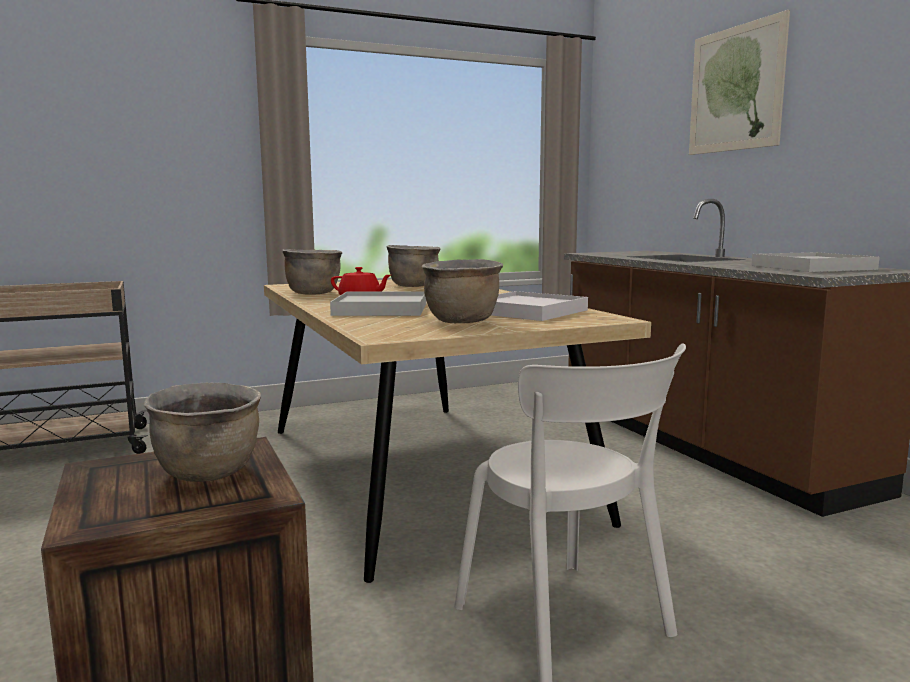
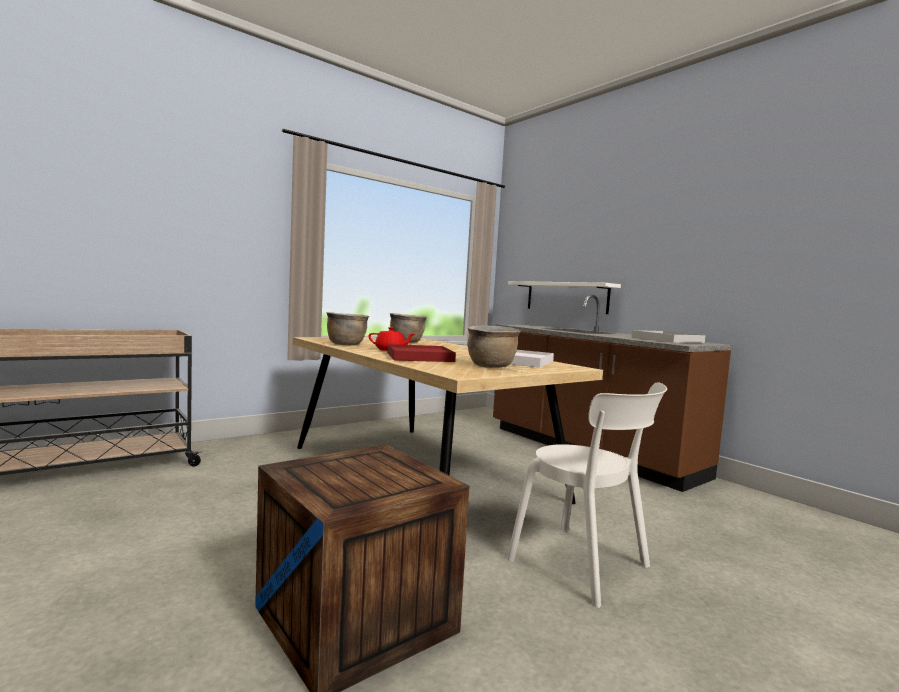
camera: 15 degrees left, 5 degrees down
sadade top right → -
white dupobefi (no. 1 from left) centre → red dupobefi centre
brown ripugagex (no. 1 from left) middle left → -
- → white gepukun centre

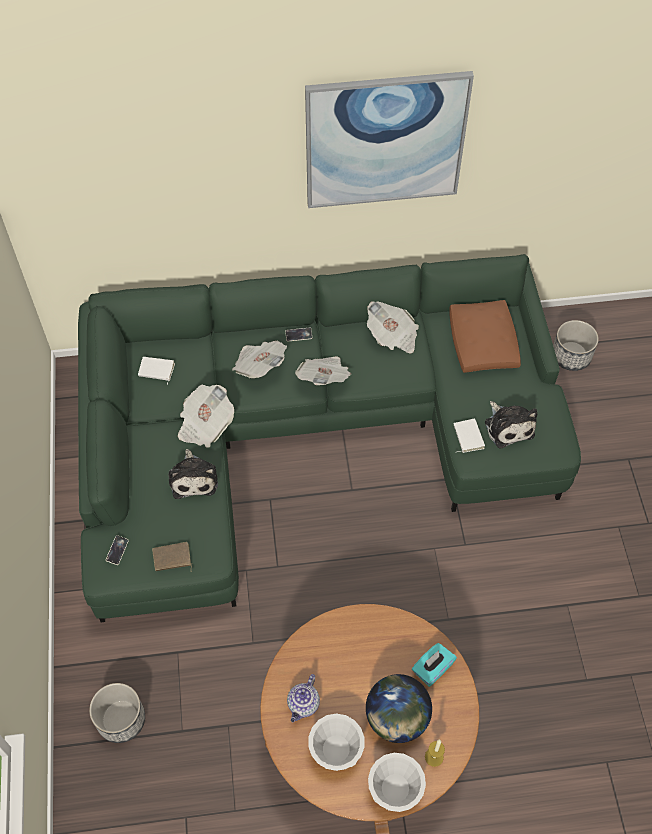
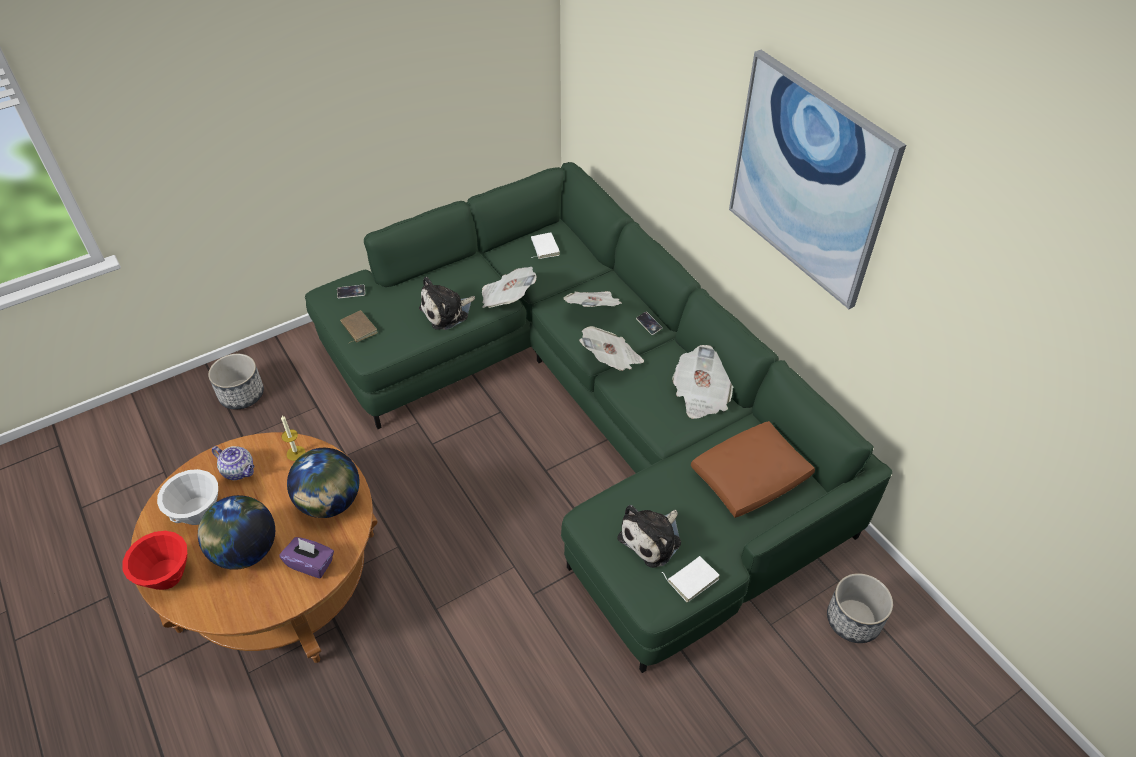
camera: 65 degrees right, 10 degrees down
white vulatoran (no. 2 from left) middle right → white vulatoran (no. 2 from left) bottom centre, relocated
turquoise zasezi bottom centre → purple zasezi bottom left
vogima bottom centre → vogima middle left, 150 degrees counterclockwise
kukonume bottom right → kukonume middle left, relocated
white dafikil (no. 2 from left) bottom centre → red dafikil bottom left
- → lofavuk (no. 2 from left) middle left

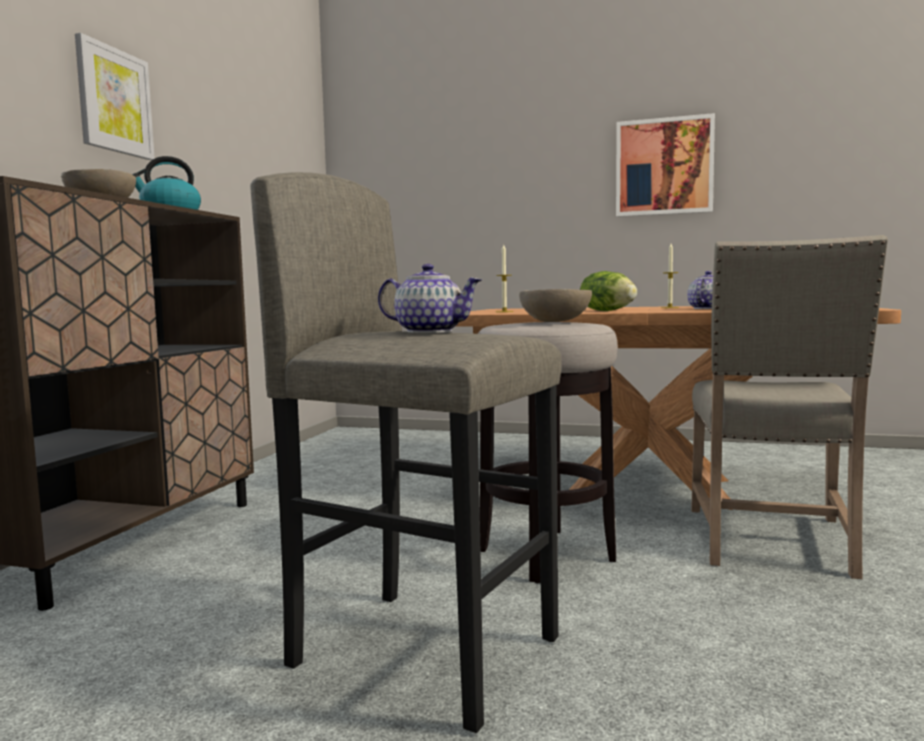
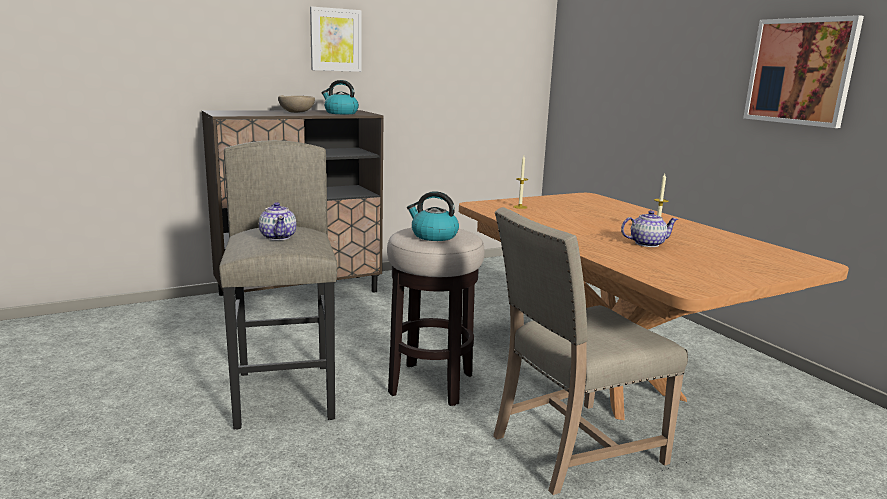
camera: 45 degrees right, 10 degrees up
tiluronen centre → -
beige dafikil (no. 2 from left) centre → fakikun (no. 2 from left) centre

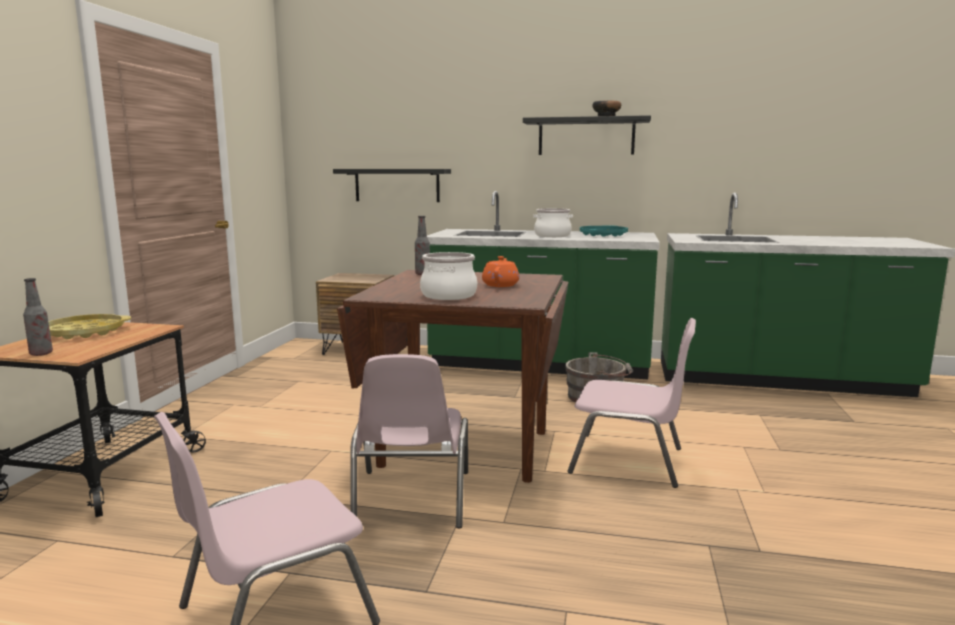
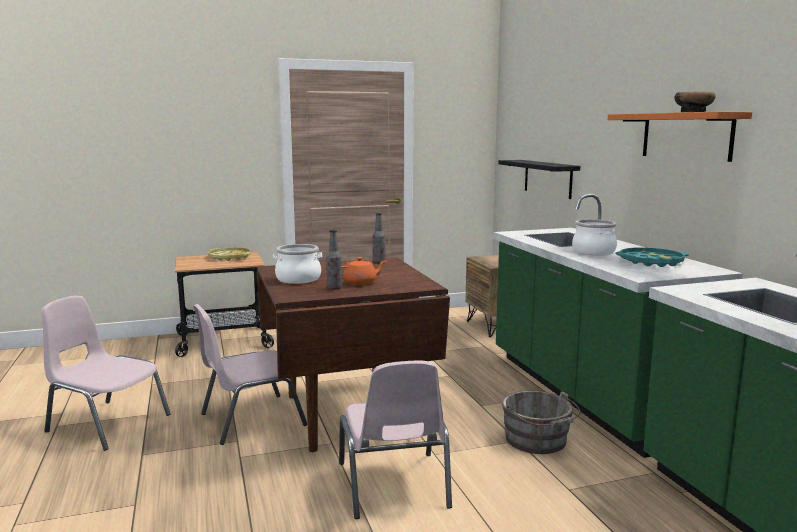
camera: 60 degrees right, 0 degrees up
black gepukun (no. 2 from left) top centre → orange gepukun top right
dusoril (no. 1 from left) middle left → dusoril (no. 1 from left) centre, relocated

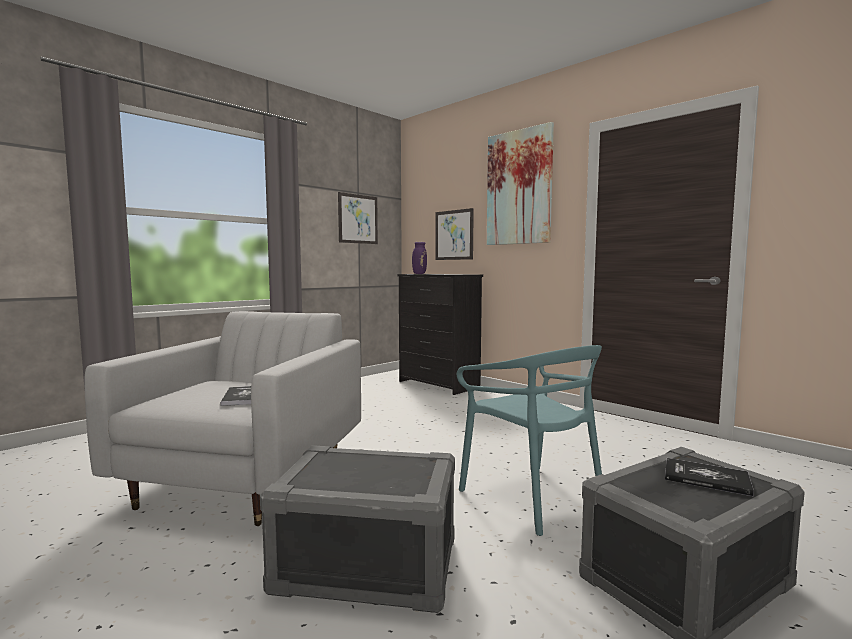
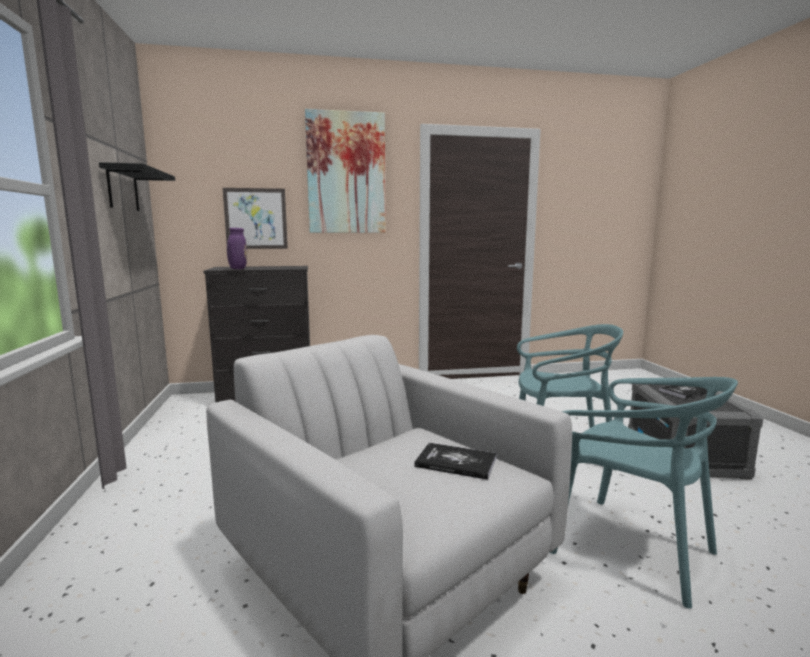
camera: 55 degrees left, 5 degrees up
sadade (no. 1 from left) centre → black gepukun top left
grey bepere (no. 1 from left) bottom centre → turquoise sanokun (no. 2 from left) bottom right

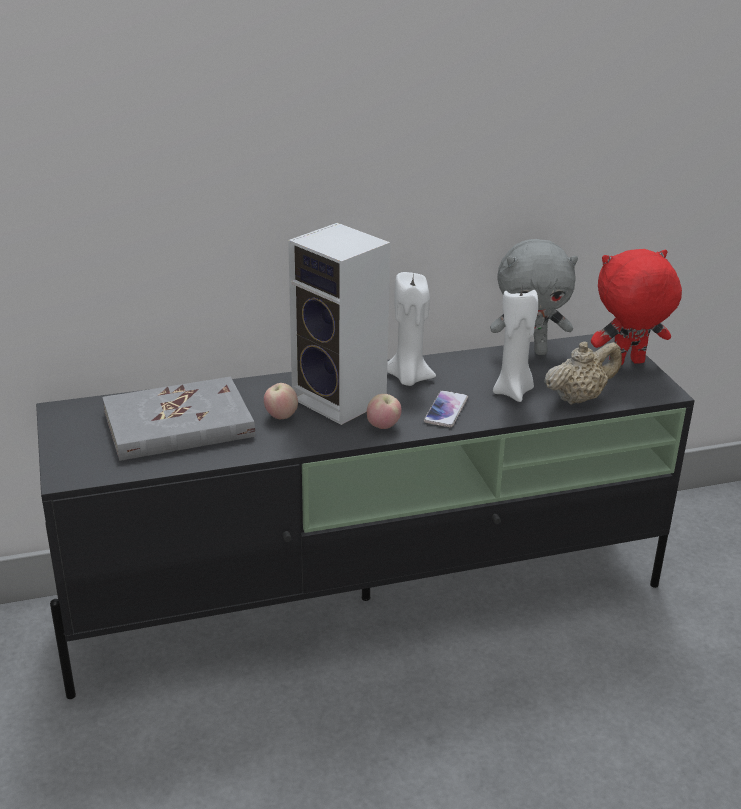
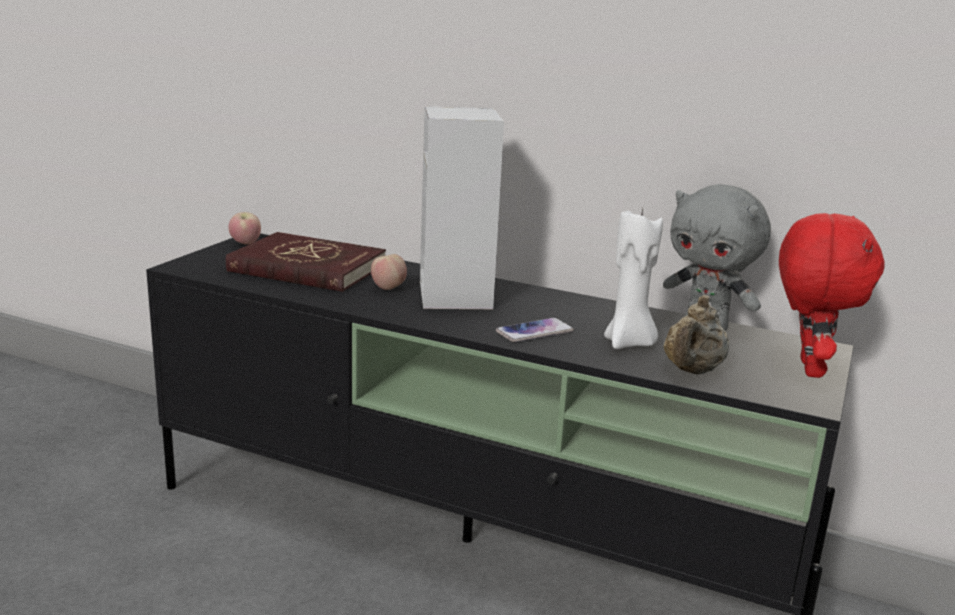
camera: 40 degrees right, 10 degrees down
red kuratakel middle right, 75 degrees clockwise
white kukonume (no. 1 from left) centre → -
beige vogima middle right, 105 degrees clockwise
grey vulatoran middle left → red vulatoran middle left
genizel (no. 2 from left in the first image) centre → genizel (no. 1 from left) middle left, relocated

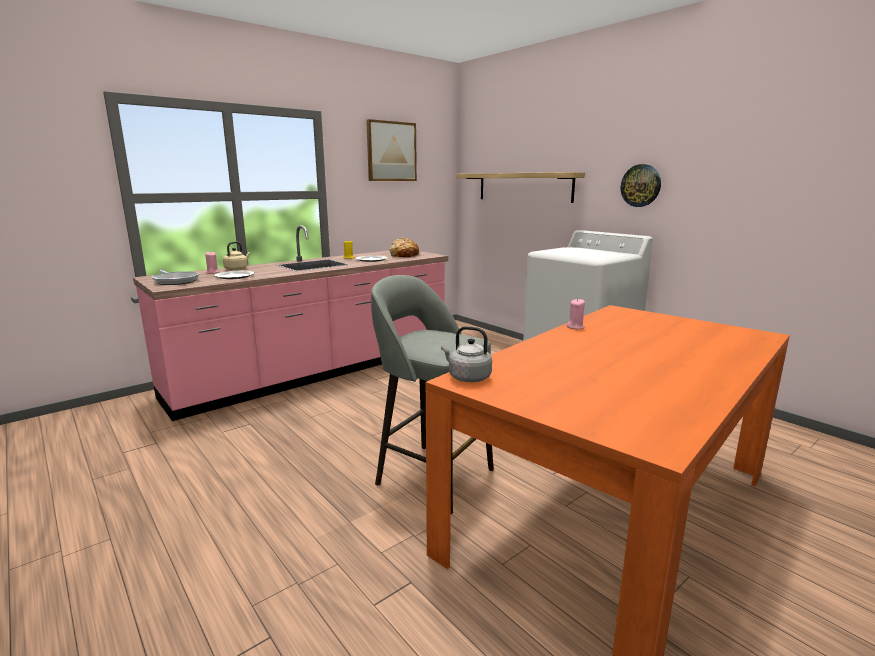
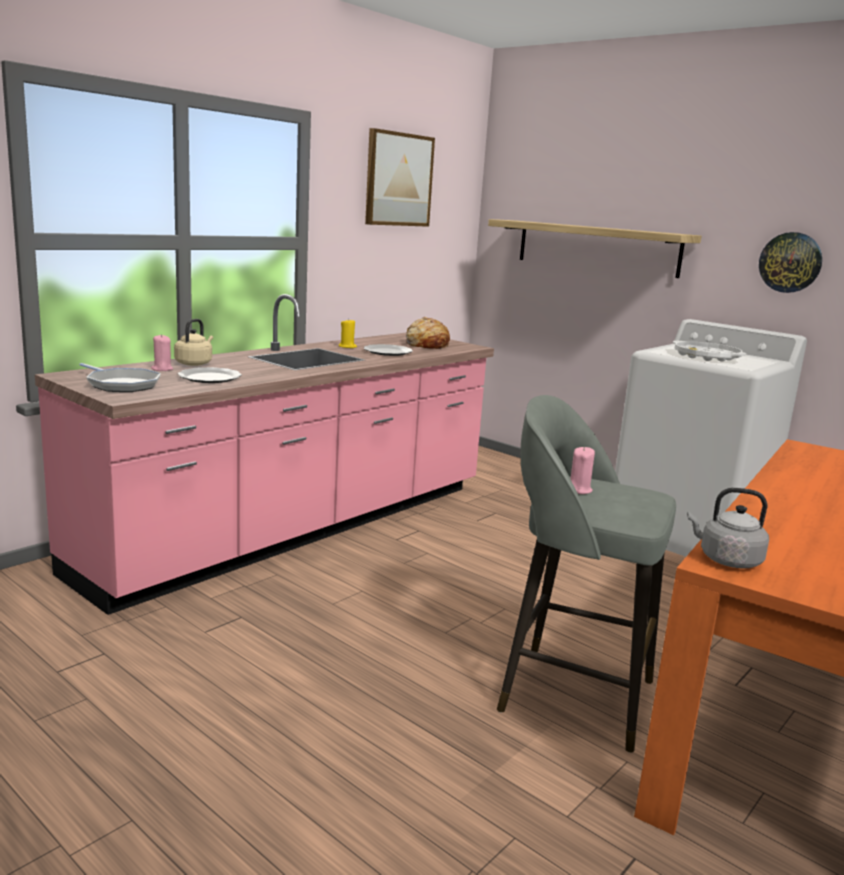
camera: 10 degrees left, 0 degrees up
pink kukonume (no. 2 from left) centre → pink kukonume (no. 2 from left) middle right, relocated
- → white dupobefi middle right

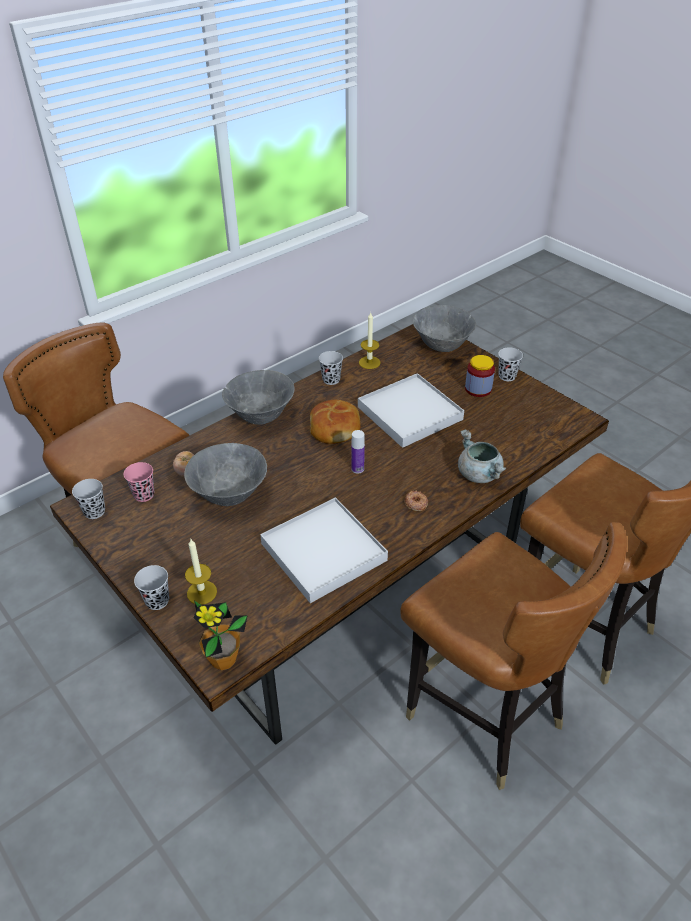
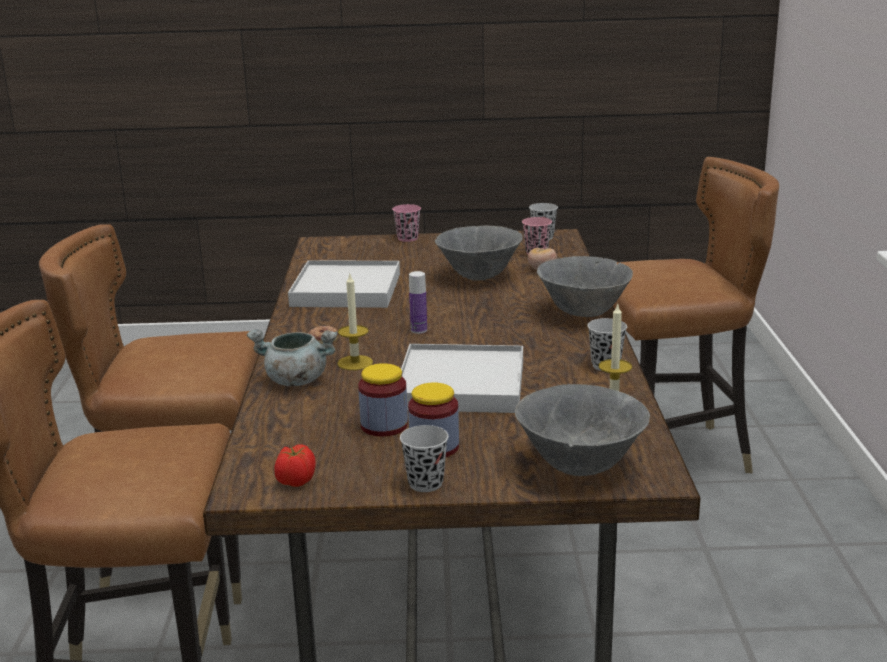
camera: 130 degrees right, 20 degrees down
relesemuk centre → -
kukonume (no. 1 from left) middle left → kukonume (no. 1 from left) centre, relocated
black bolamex (no. 2 from left) middle left → pink bolamex (no. 1 from left) centre
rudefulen bottom left → -
- → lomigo (no. 1 from left) centre
- → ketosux (no. 1 from left) bottom left

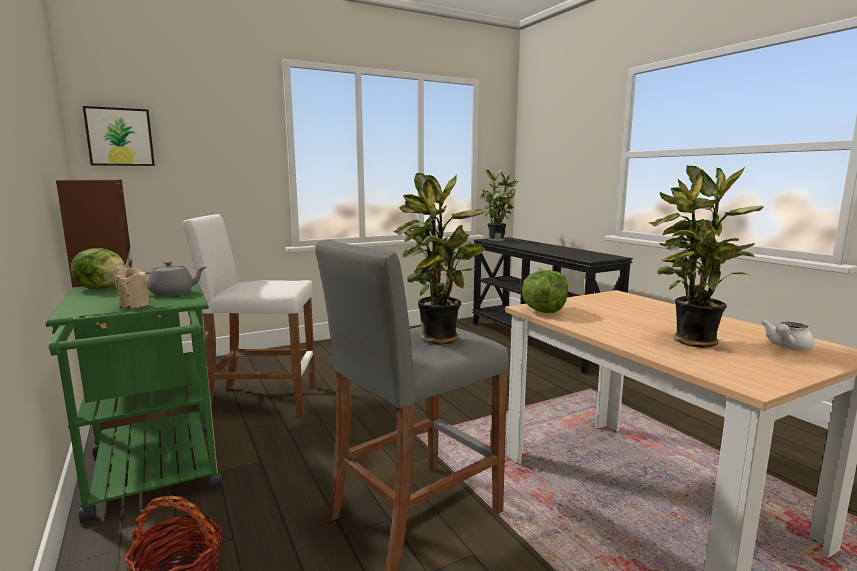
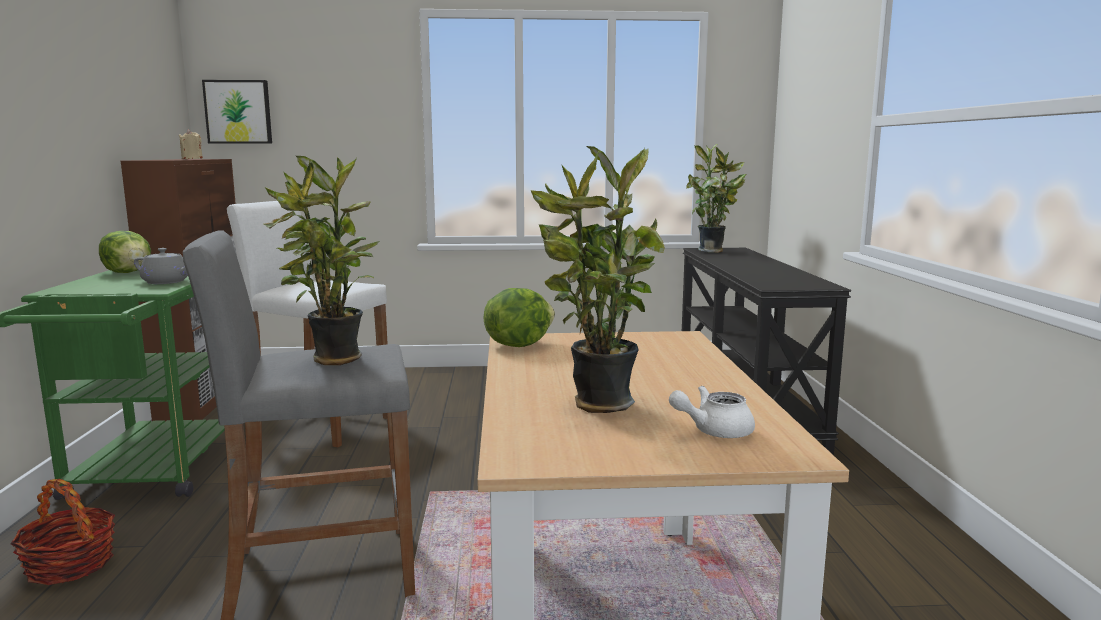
camera: 25 degrees right, 0 degrees up
beige kukonume middle left → beige kukonume top left, relocated

